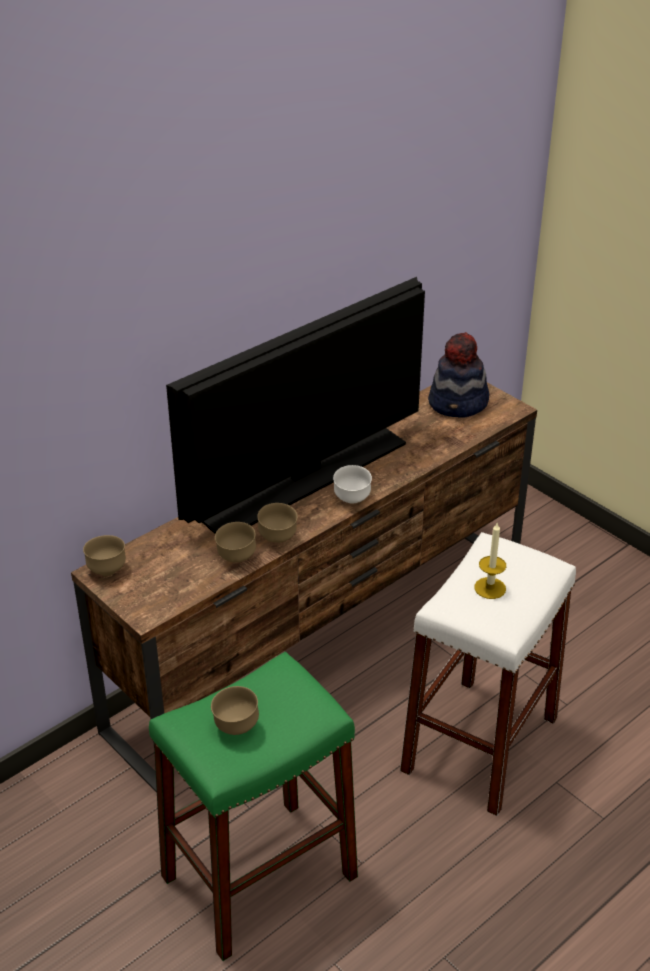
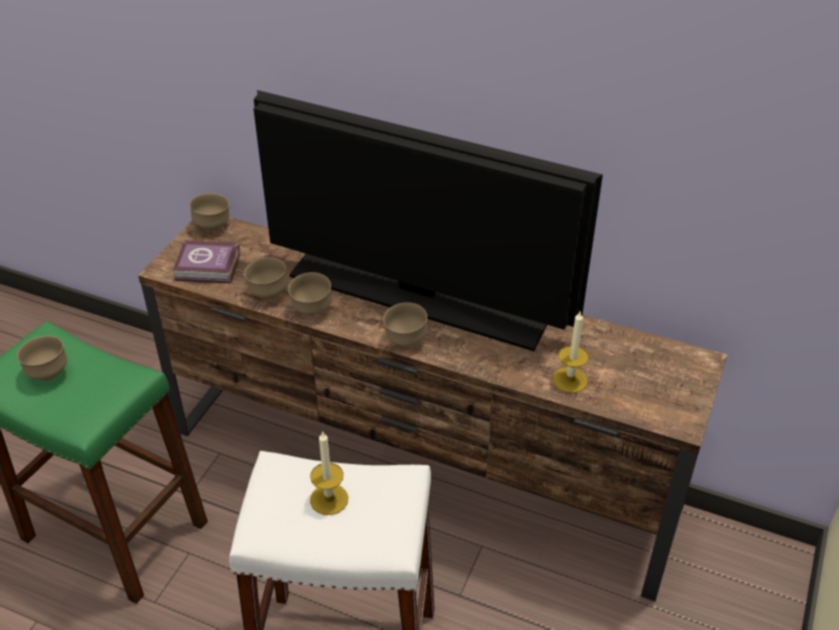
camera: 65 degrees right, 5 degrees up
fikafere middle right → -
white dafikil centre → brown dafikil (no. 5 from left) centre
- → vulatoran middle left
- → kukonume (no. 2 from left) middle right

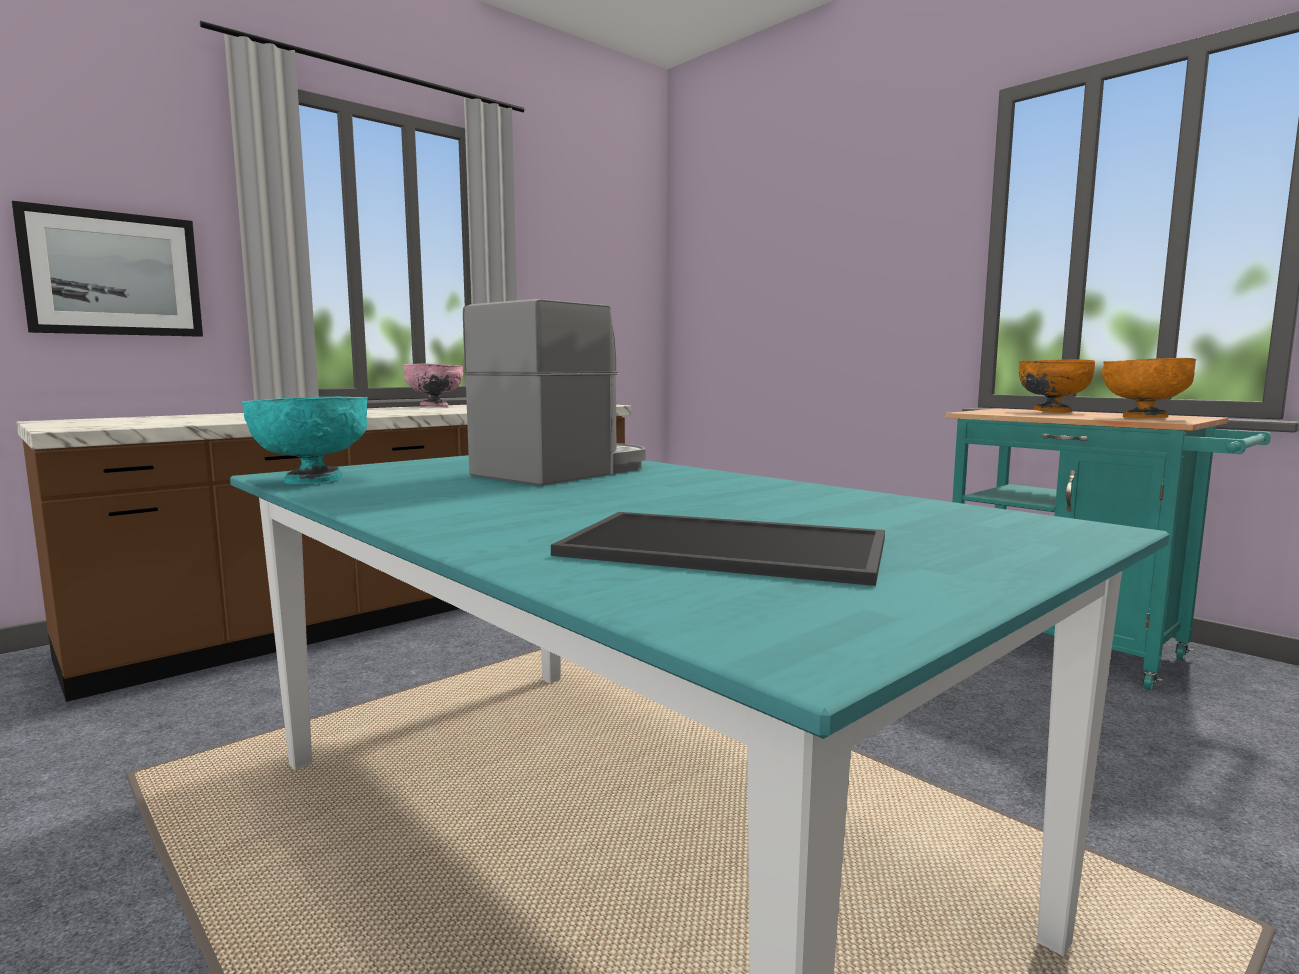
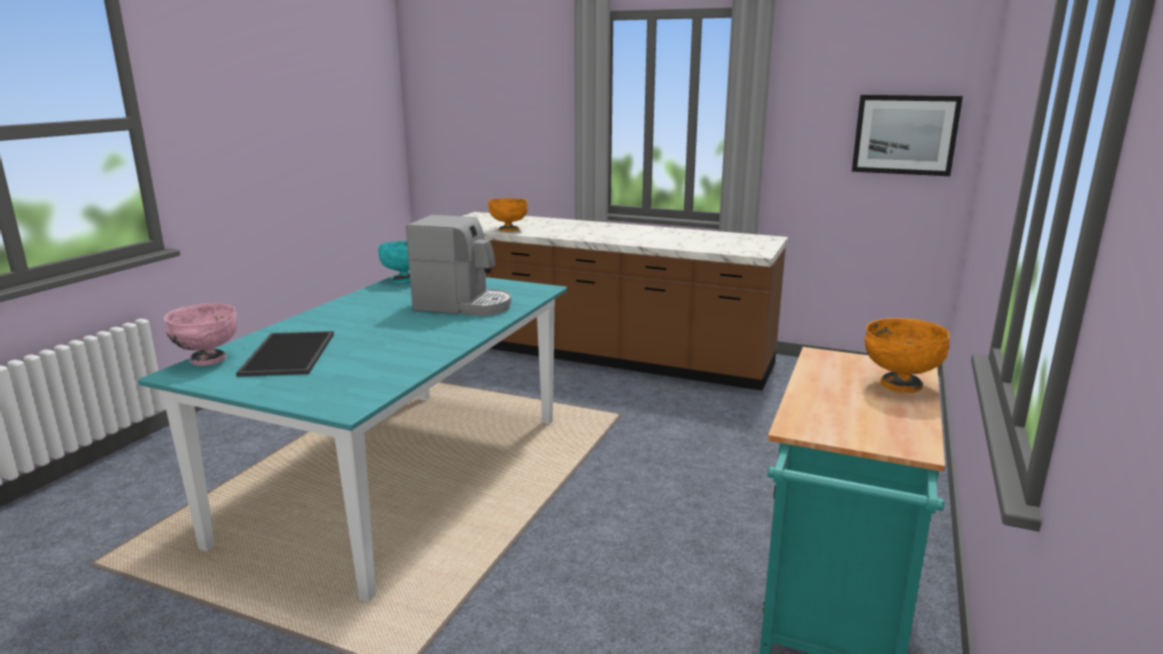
camera: 65 degrees right, 10 degrees up
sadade top left → sadade top right, relocated
orange dafikil (no. 2 from left in the first image) middle right → orange dafikil (no. 1 from left) top centre, relocated
pink dafikil centre → pink dafikil middle left, relocated

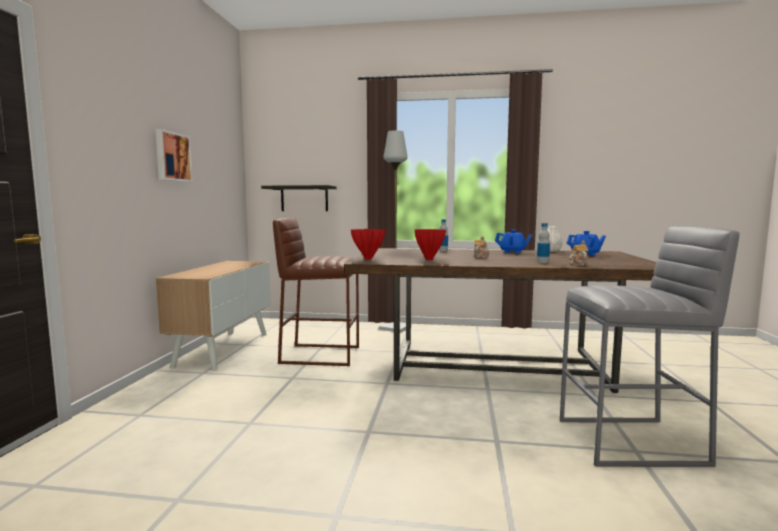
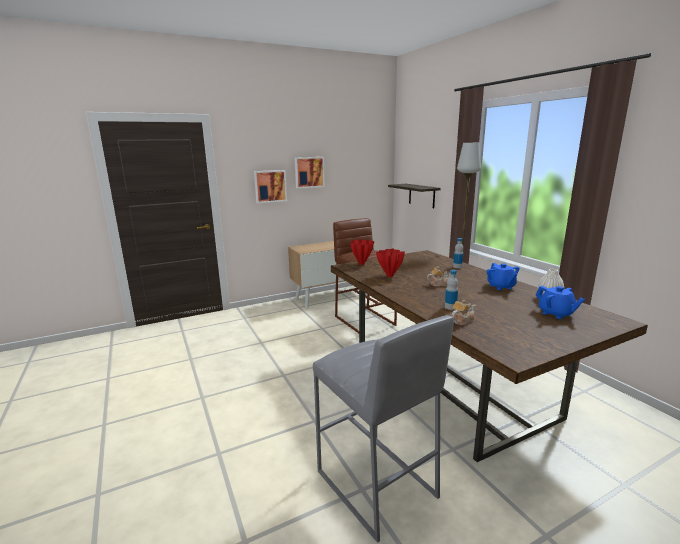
camera: 55 degrees right, 10 degrees up
- → sadade (no. 1 from left) centre

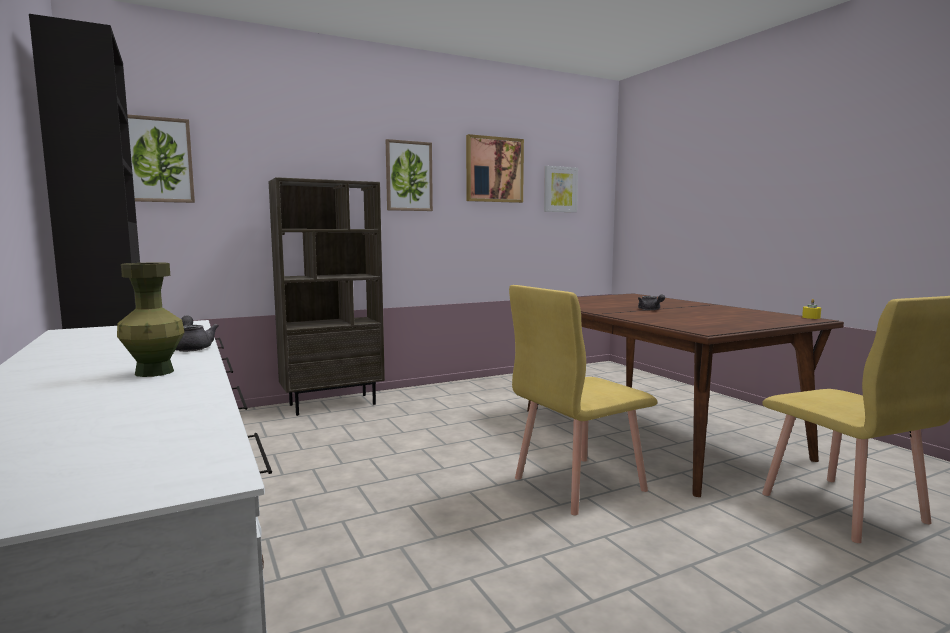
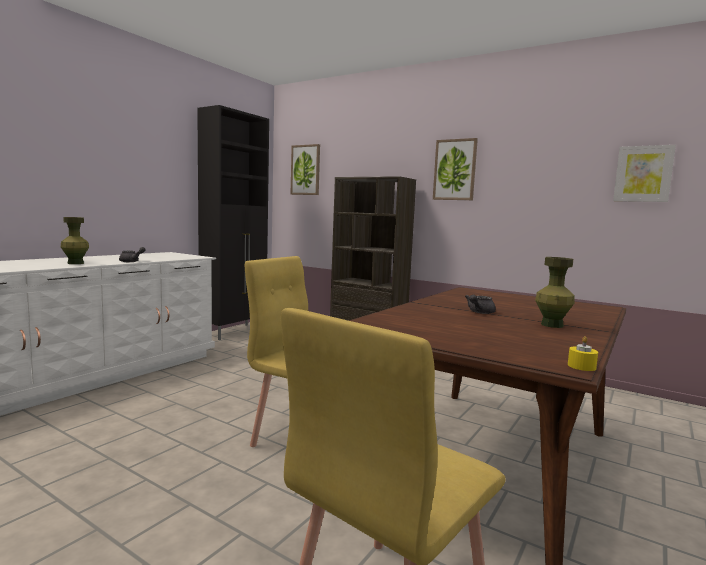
camera: 60 degrees right, 0 degrees up
sadade (no. 3 from left) top centre → -
- → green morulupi (no. 2 from left) middle right

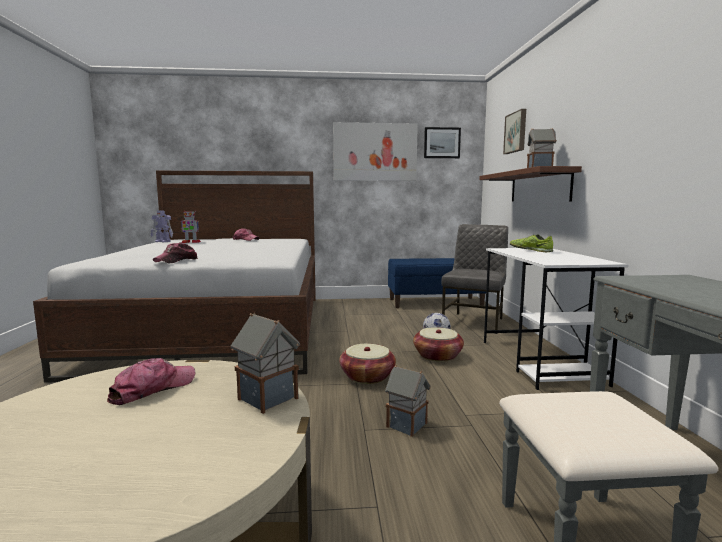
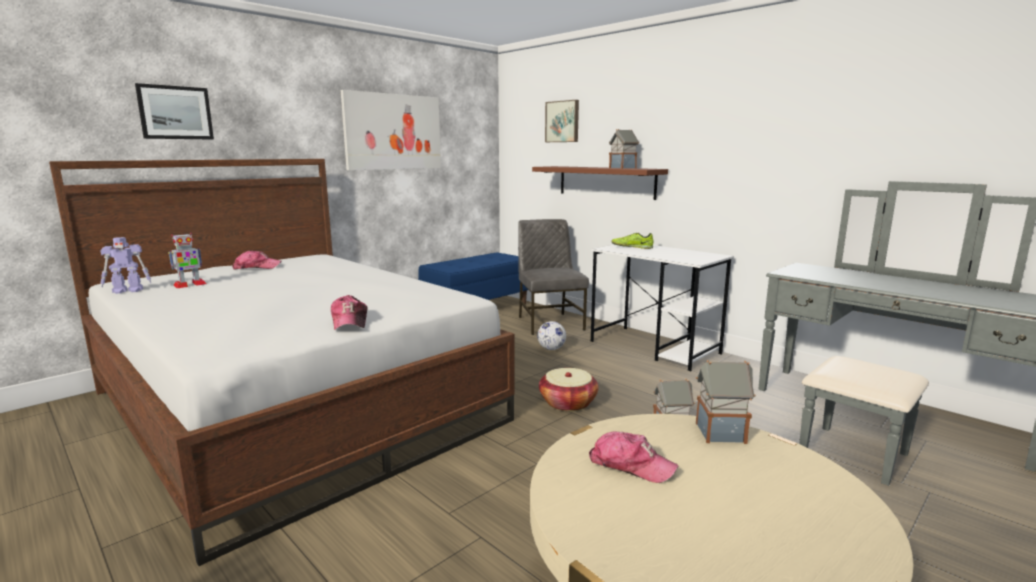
camera: 40 degrees left, 5 degrees up
sadade (no. 2 from left in the first image) top centre → sadade (no. 1 from left) top left, relocated
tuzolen (no. 2 from left) centre → -
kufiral (no. 1 from left in the first image) bottom left → kufiral (no. 3 from left) bottom centre, 120 degrees clockwise

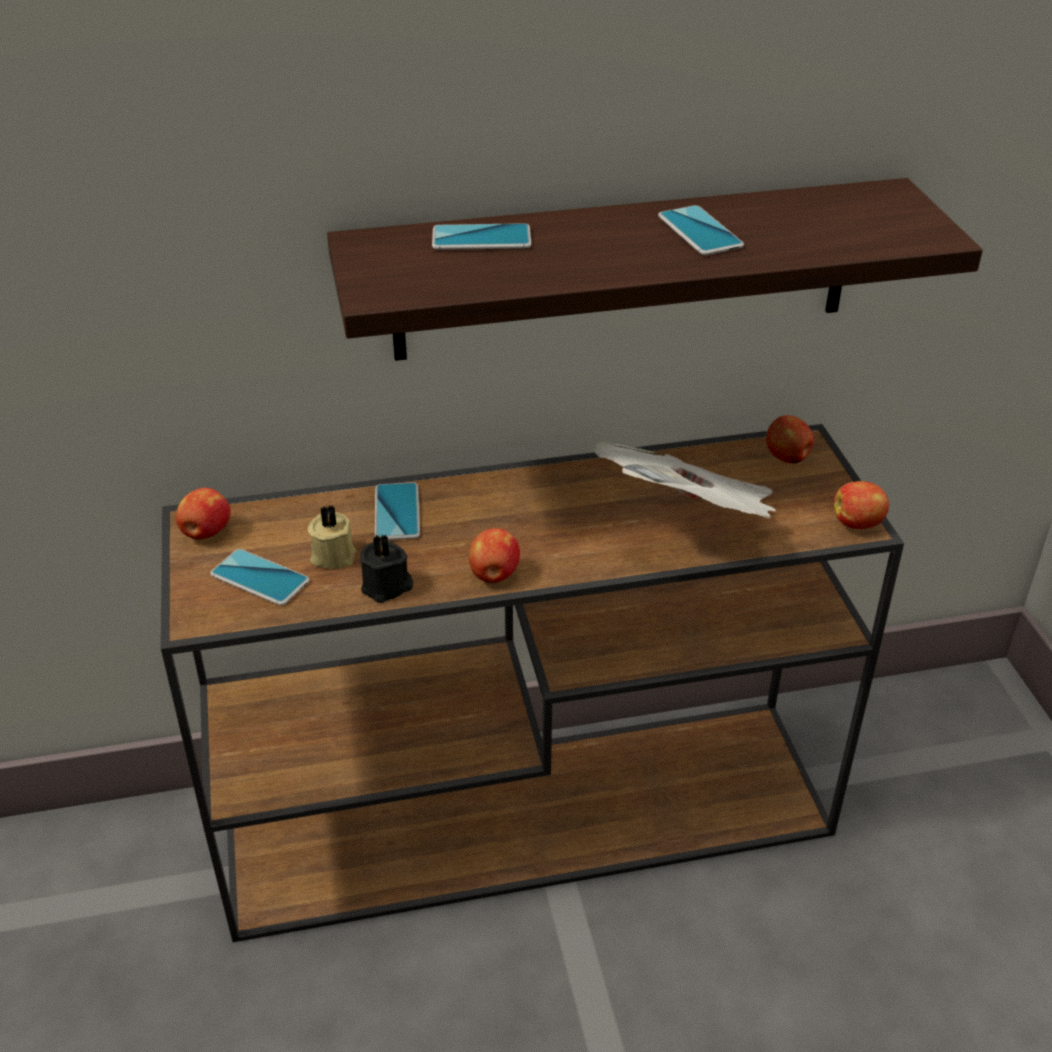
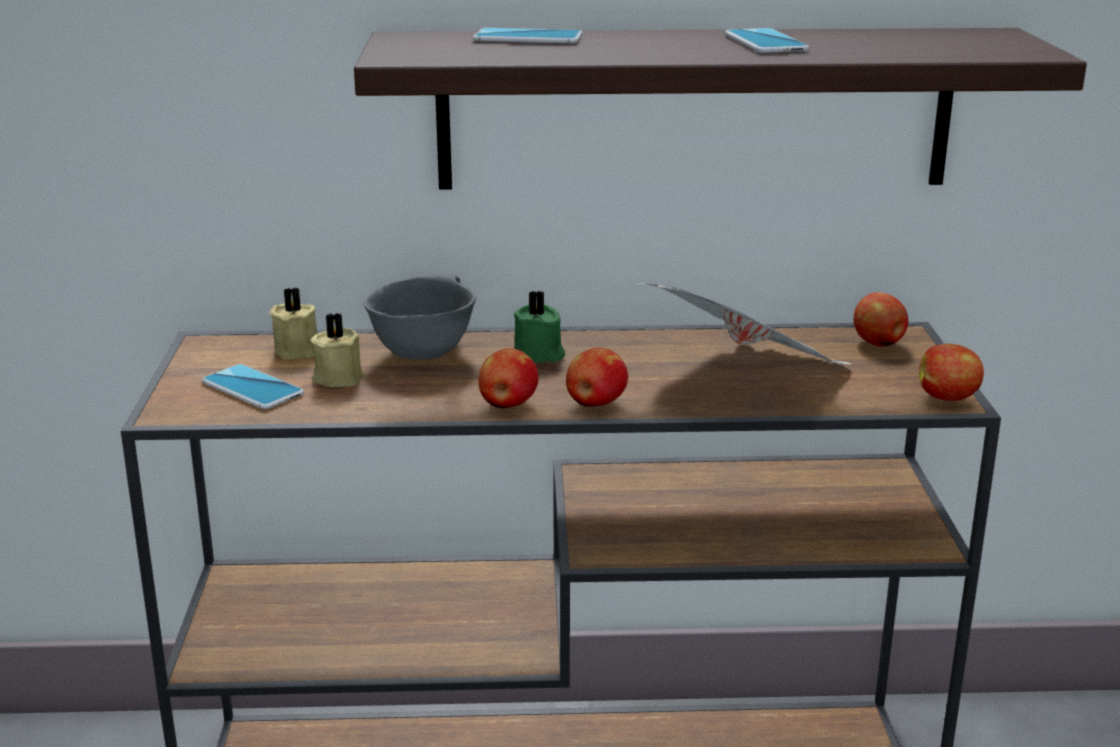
camera: 10 degrees right, 15 degrees down
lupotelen (no. 2 from left) centre → grey dafikil centre
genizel (no. 1 from left in the first image) middle left → genizel (no. 2 from left) centre, relocated
black kukonume centre → -
- → beige kukonume (no. 1 from left) middle left
- → green kukonume centre

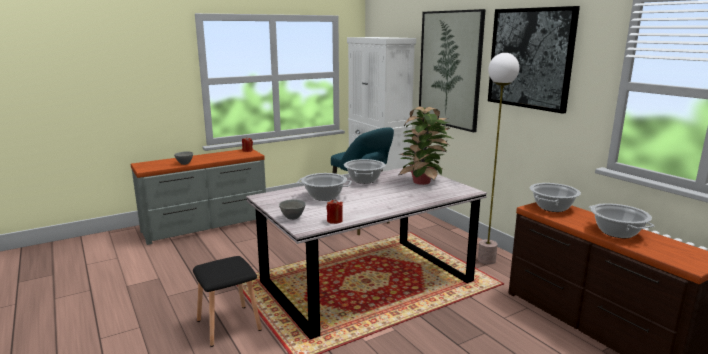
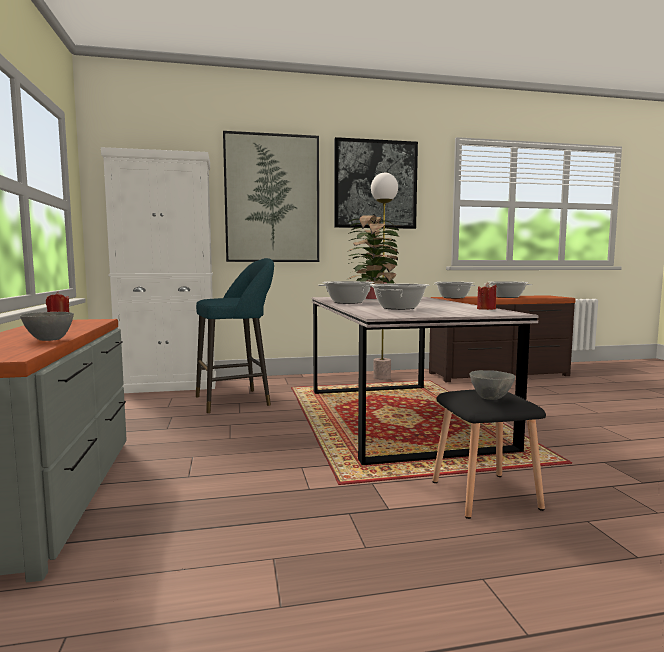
camera: 70 degrees left, 10 degrees down
grey dafikil (no. 2 from left) centre → grey dafikil (no. 2 from left) middle right, relocated

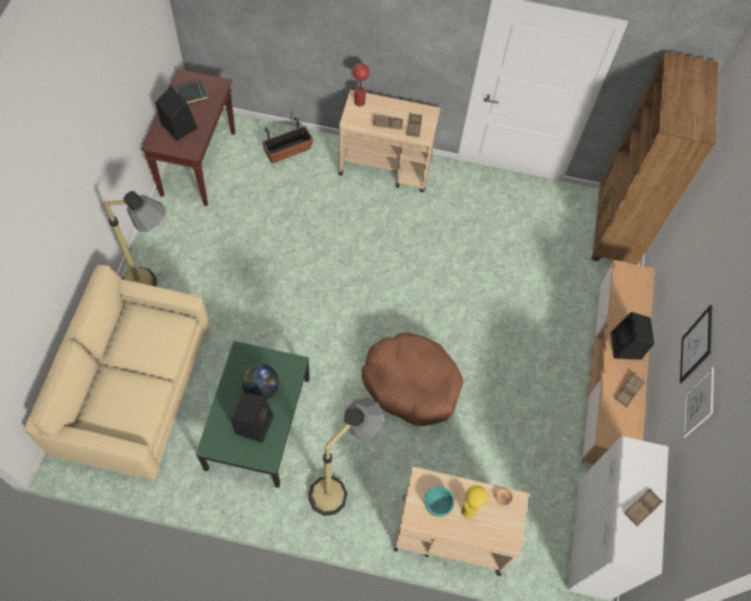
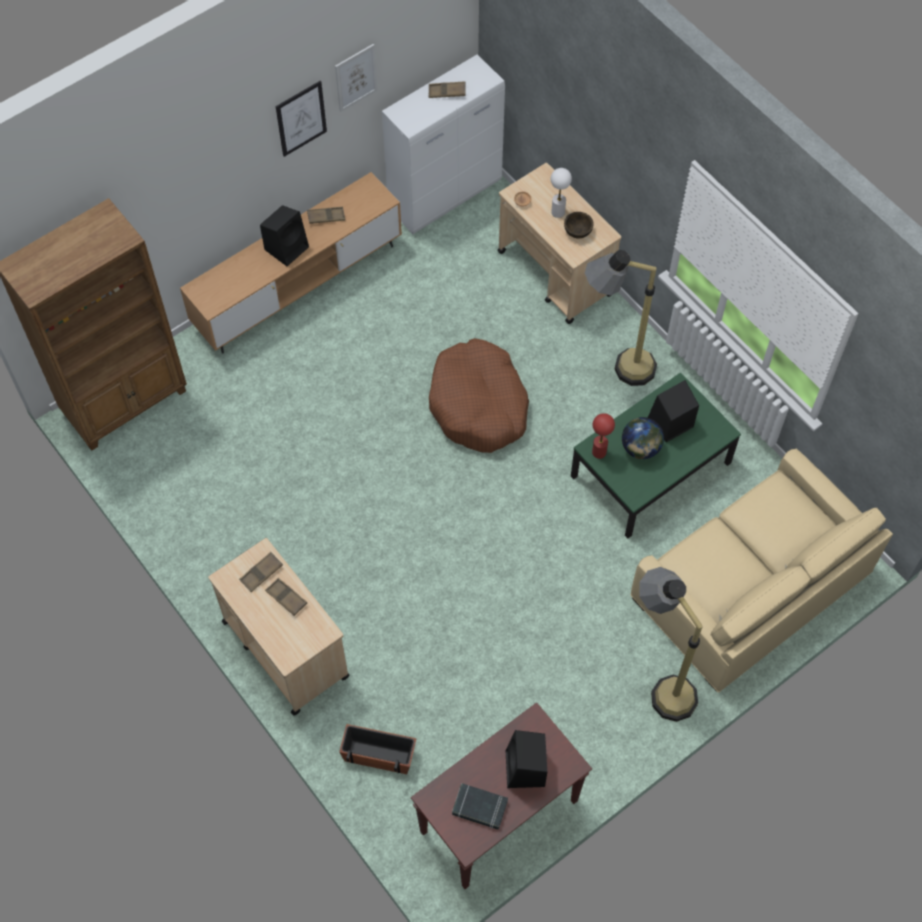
camera: 135 degrees left, 0 degrees up
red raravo top centre → red raravo centre, relocated
yellow raravo bottom centre → white raravo top centre
turquoise dafikil bottom centre → brown dafikil (no. 2 from left) top centre

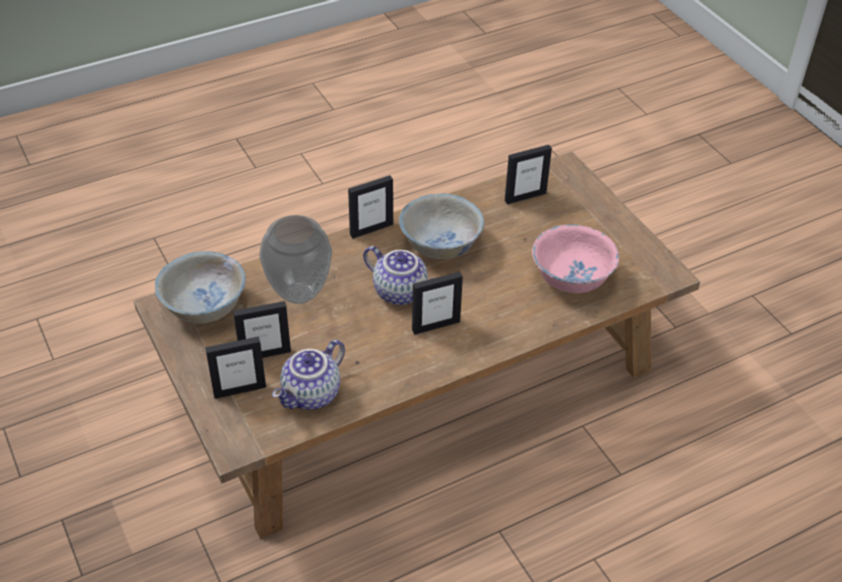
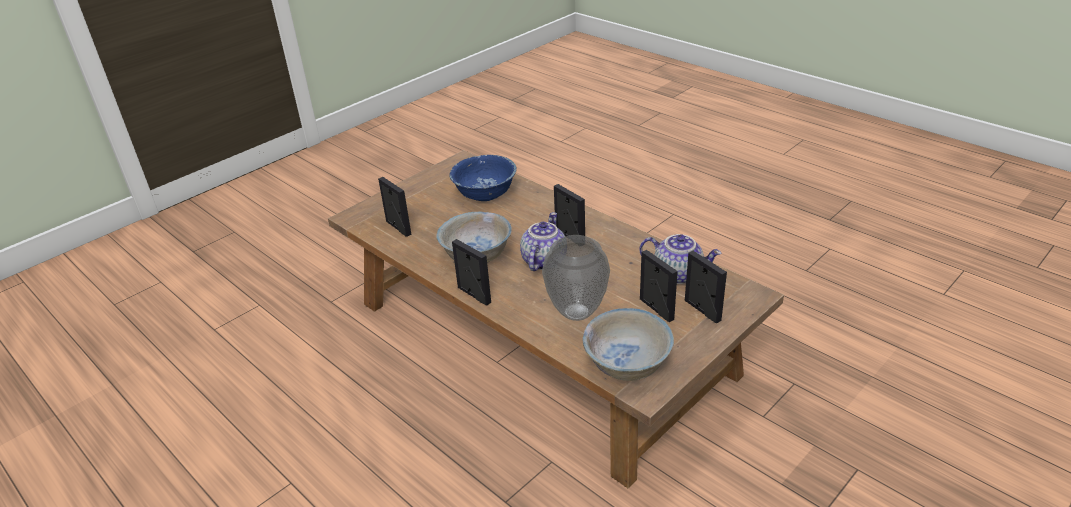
camera: 105 degrees left, 10 degrees down
pink dafikil middle right → blue dafikil centre

